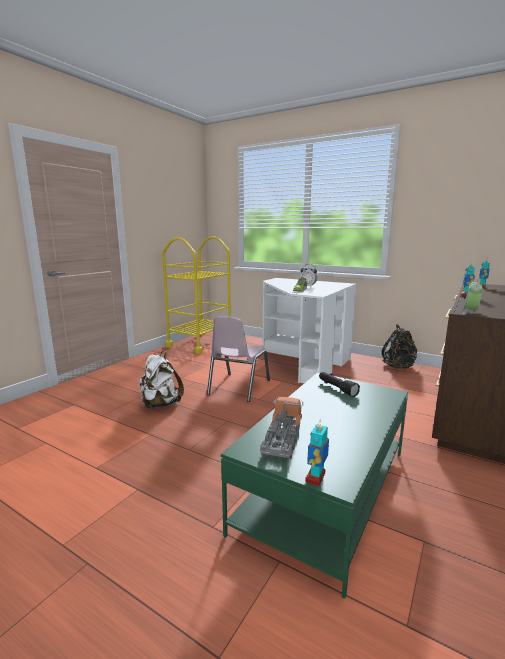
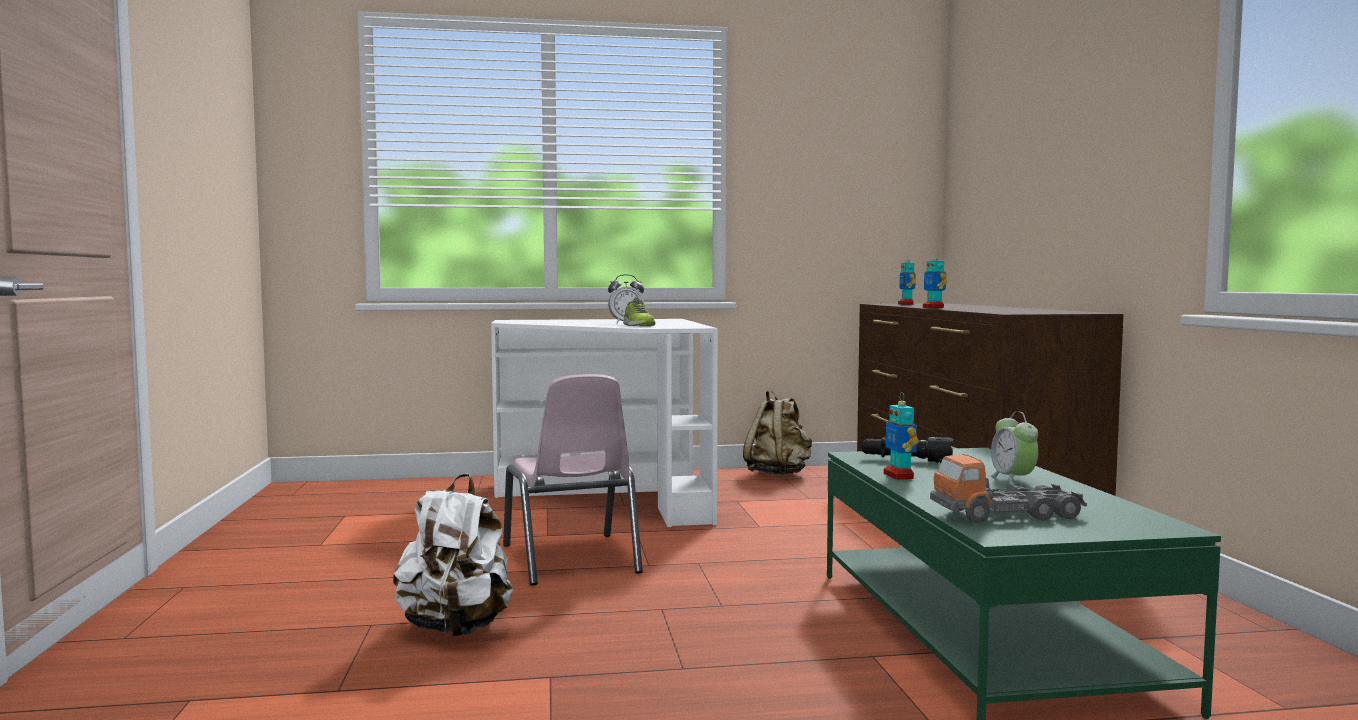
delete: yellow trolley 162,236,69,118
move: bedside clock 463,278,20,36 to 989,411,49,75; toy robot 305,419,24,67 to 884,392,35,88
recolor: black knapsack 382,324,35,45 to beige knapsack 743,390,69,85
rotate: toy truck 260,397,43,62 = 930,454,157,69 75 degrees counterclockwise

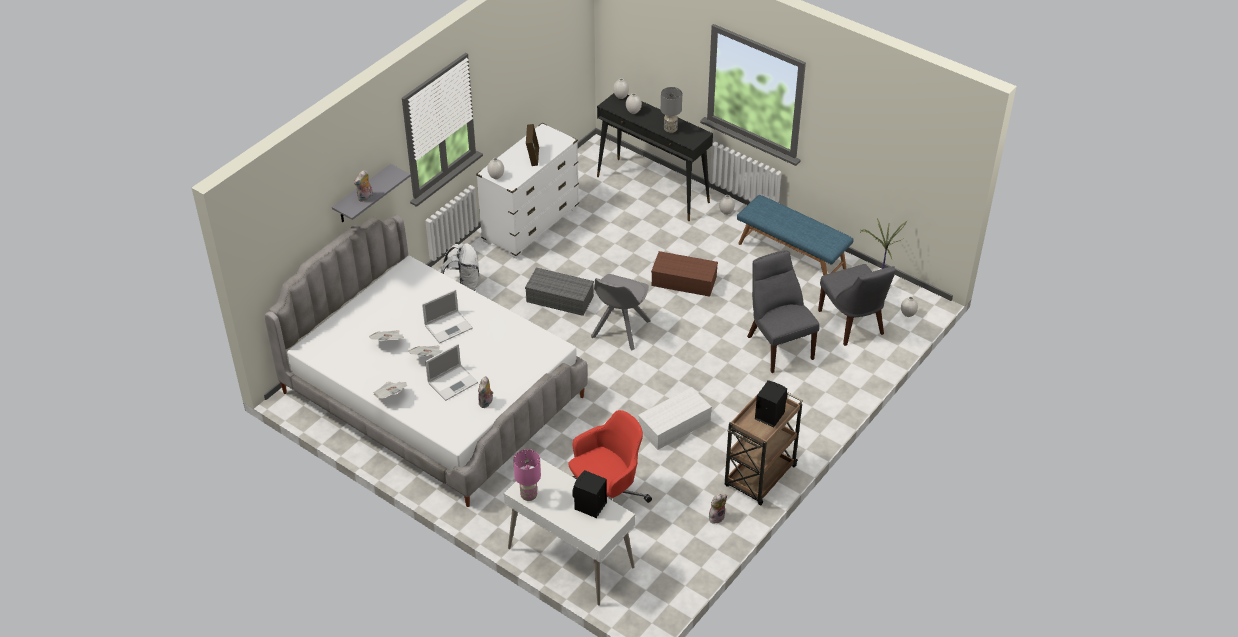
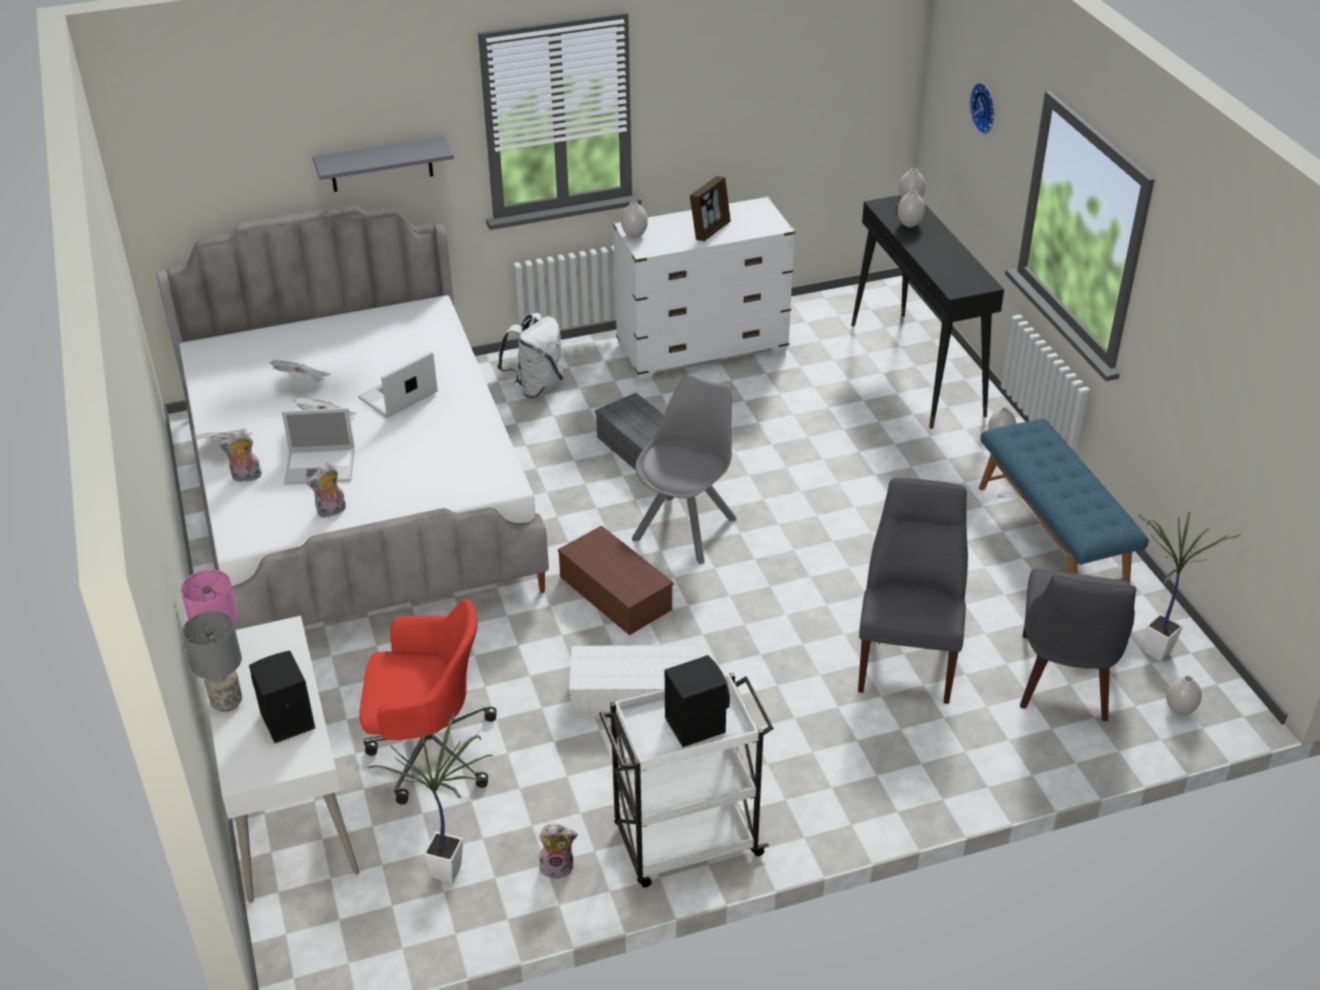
insert: clock on the wall 970,83,25,52; potted plant 367,712,126,171
move: gray lamp for a table 661,87,21,46 to 182,611,60,101; soft toy 354,170,19,32 to 219,430,43,52; brown-coloured storage bin 651,251,67,46 to 558,525,115,110
recolor: brown-coloured trolley 725,392,78,113 to white trolley 599,672,175,215
rotate: gray plain chair 591,274,60,76 = 632,374,105,190 150 degrees clockwise; laptop 422,289,51,55 = 358,351,80,67 135 degrees clockwise

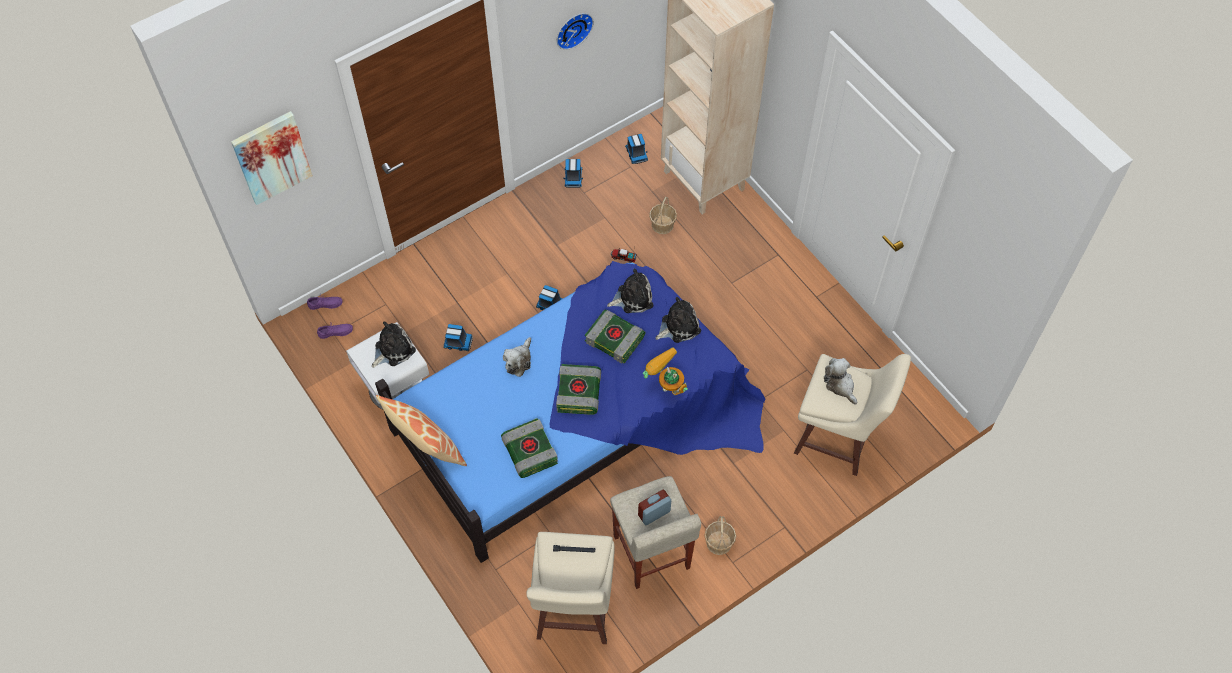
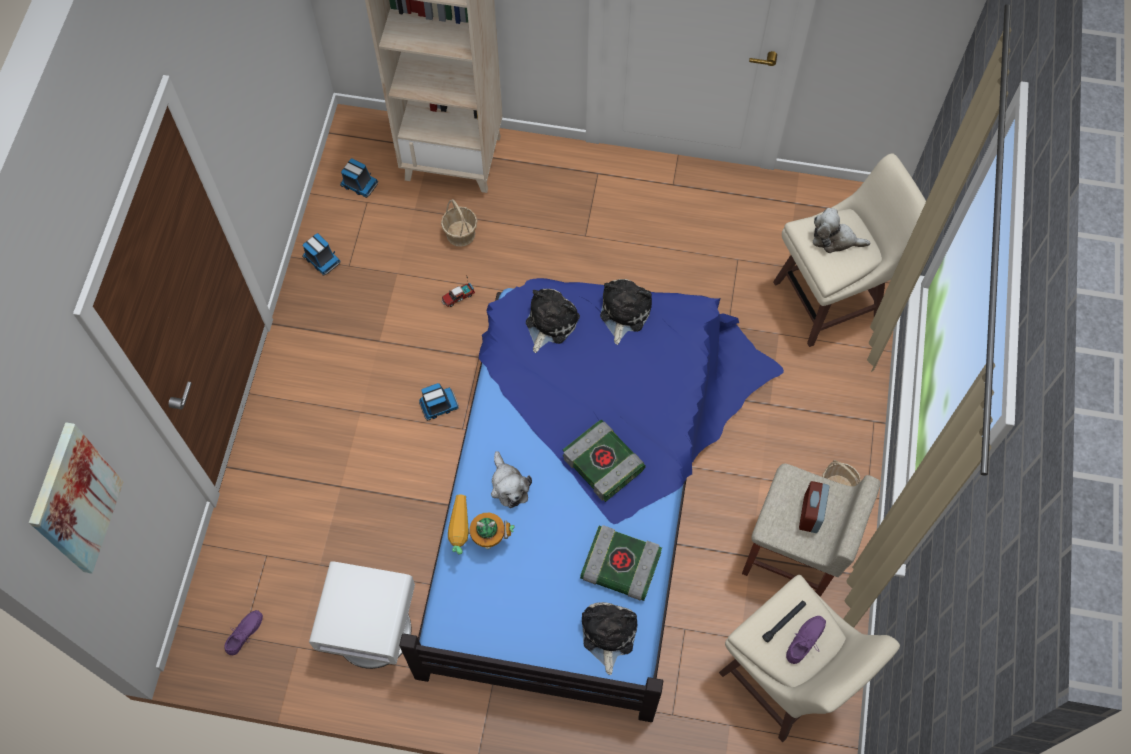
delete: clock on the wall 556,13,38,37; bound book 585,309,60,55; toy truck 443,324,30,27; pillow 376,395,91,71
move: purplish low shoe 307,294,36,16 to 786,616,40,48; soft toy 372,322,44,46 to 582,602,55,73; toy robot 643,347,45,48 to 448,495,67,60

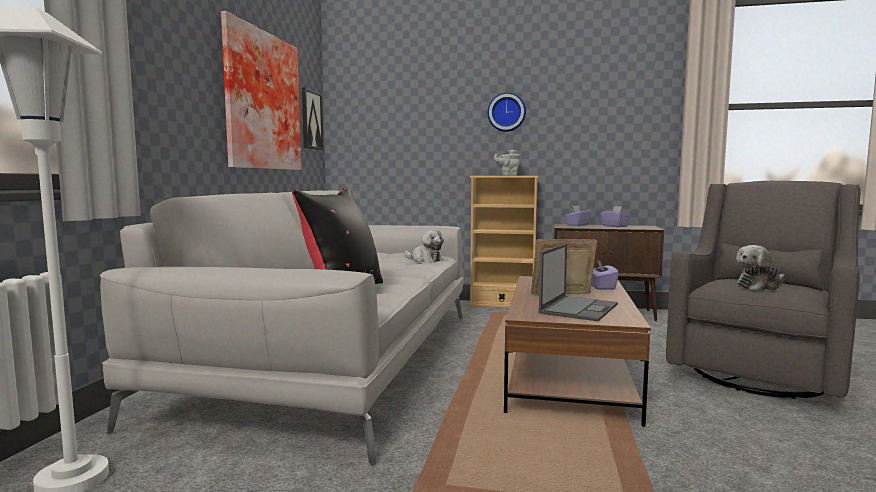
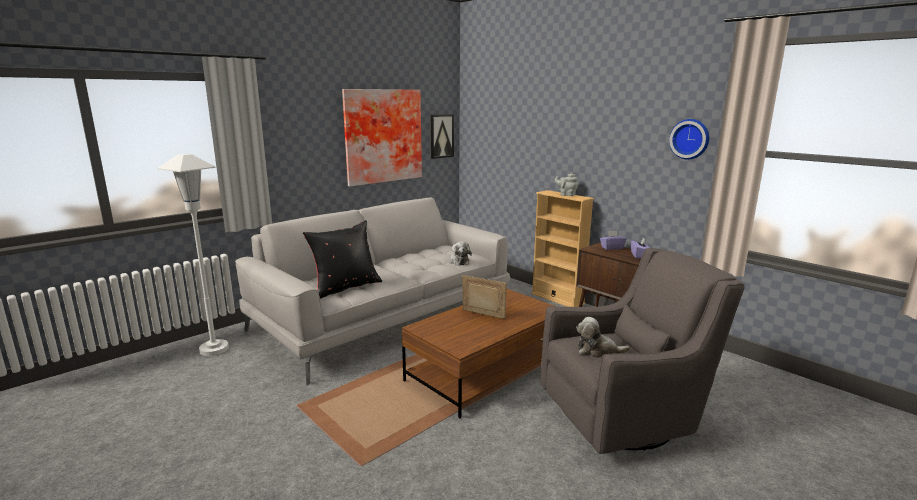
delete: laptop 539,244,79,77; purplish tissue holder 591,260,28,30
move: clock on the wall 488,93,38,39 to 669,119,40,41

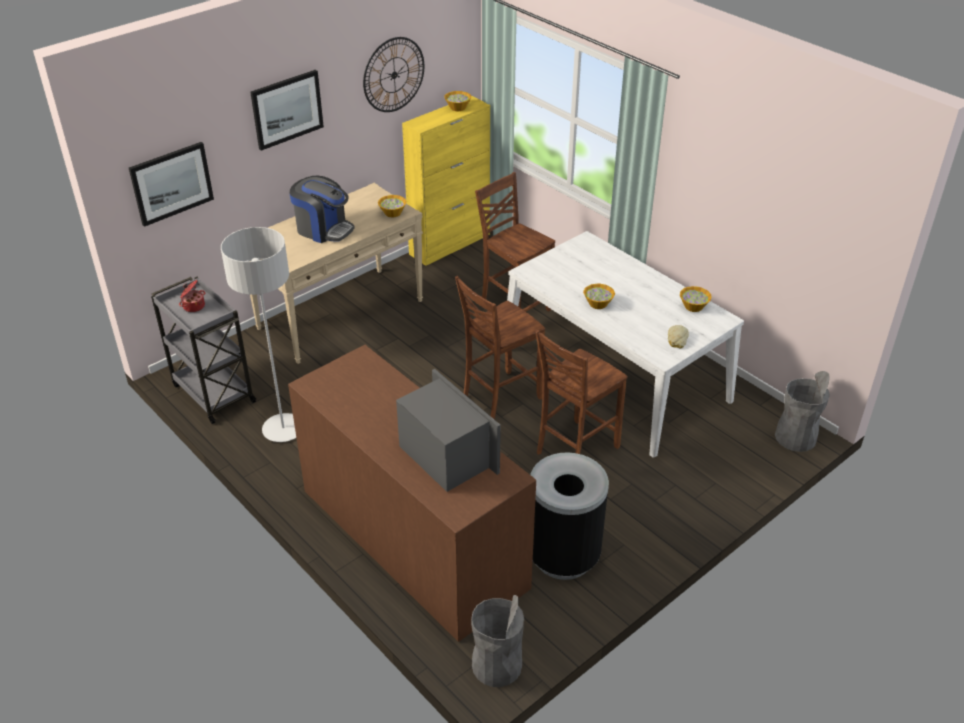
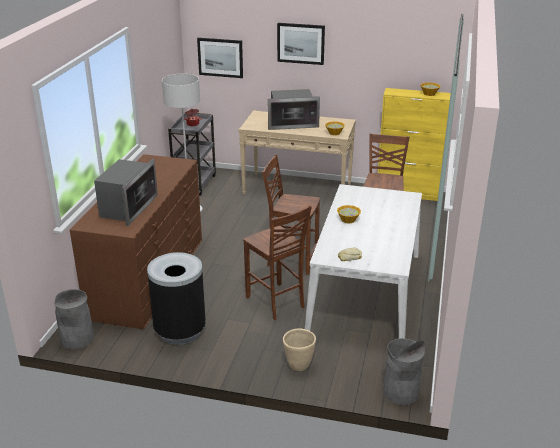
delete: clock on the wall 363,37,61,75; serving bowl 680,286,32,26
insert: beige plant pot 283,328,33,43
replace: coffee maker 289,176,66,67 to microwave oven 268,89,52,41
rotate: brown-coloured plain chair 535,330,92,125 = 243,205,69,115 135 degrees counterclockwise

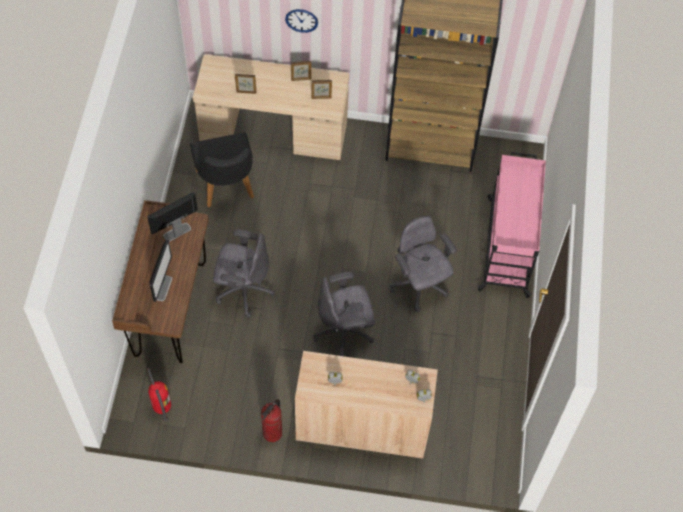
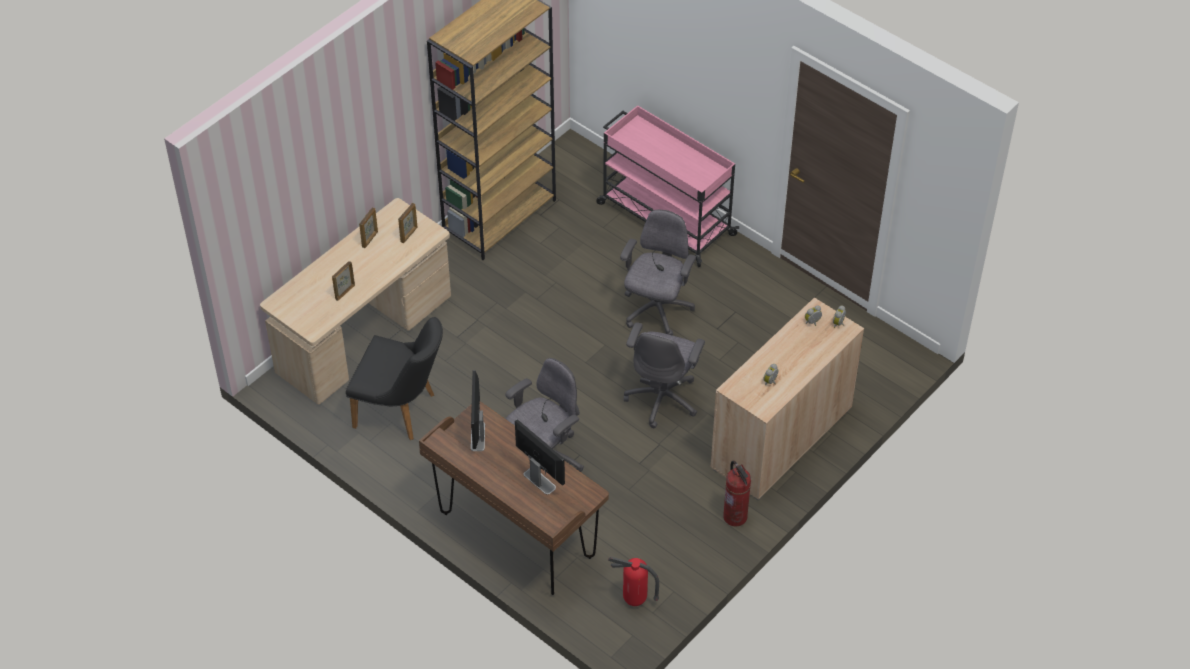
delete: clock on the wall 285,9,33,24
rotate: gray office chair 390,216,67,96 = 620,210,76,126 105 degrees clockwise

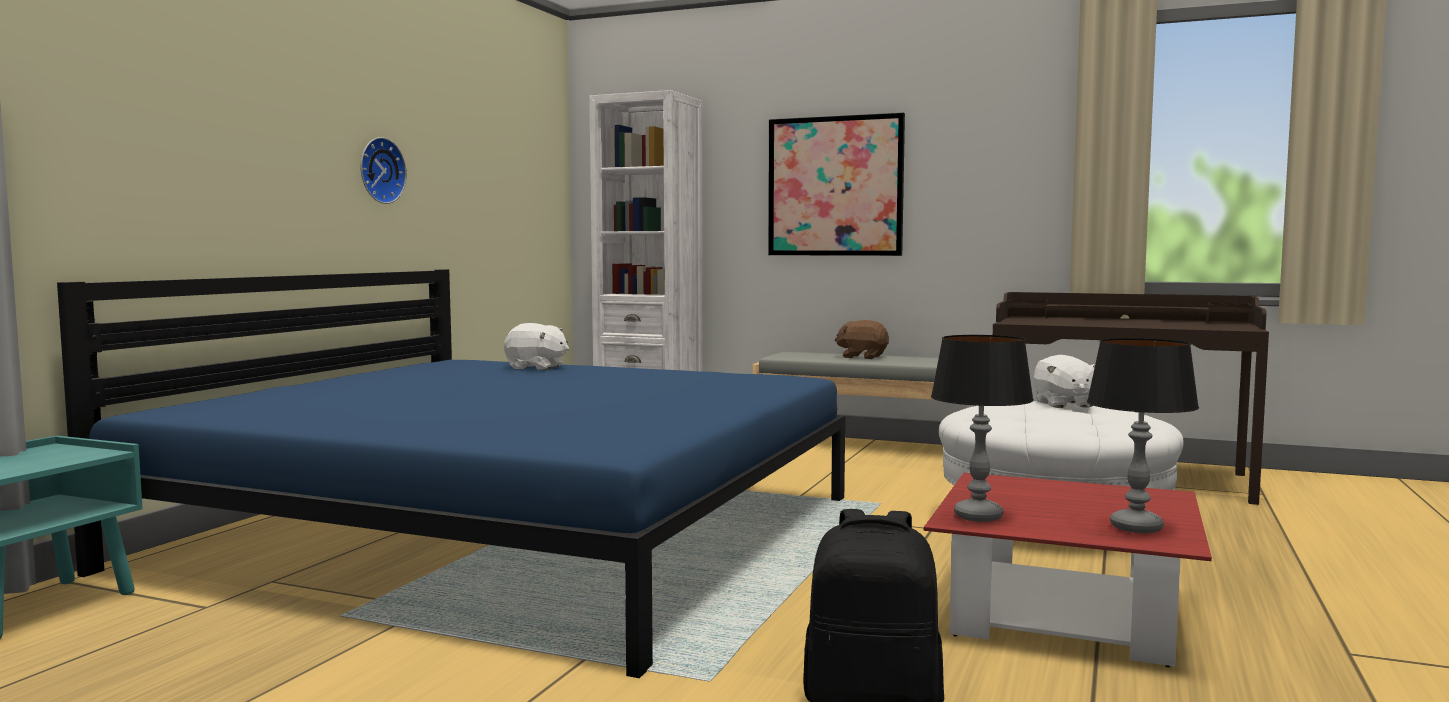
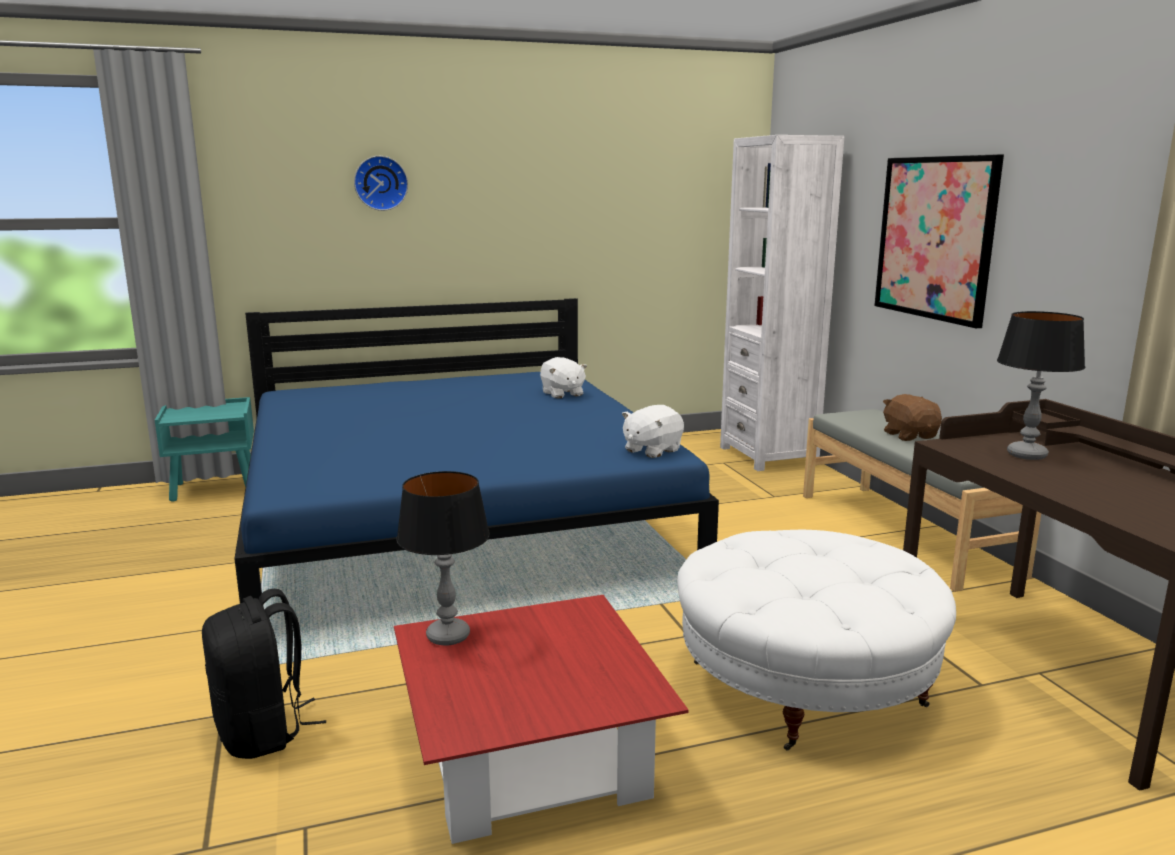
move: clock on the wall 361,137,46,67 to 354,156,54,55; lamp for a table 1087,338,112,195 to 997,311,88,149; white soft toy 1033,355,62,53 to 622,405,62,53

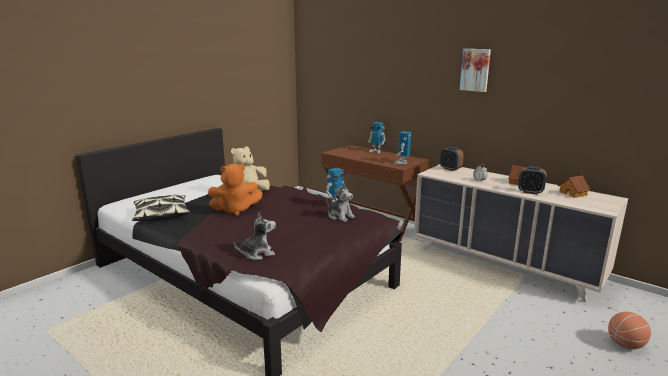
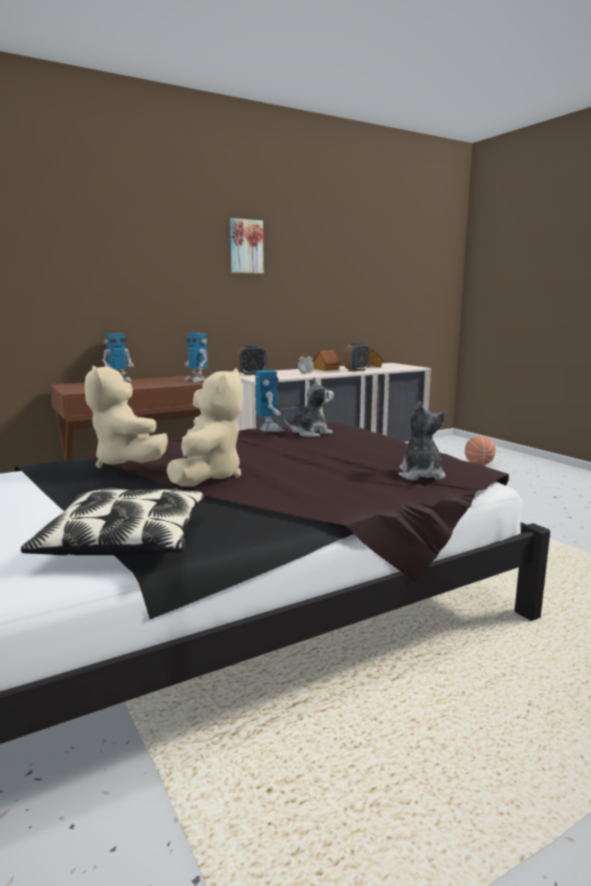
recolor: orange-coloured soft toy 208,164,55,52 to beige soft toy 167,368,76,119

